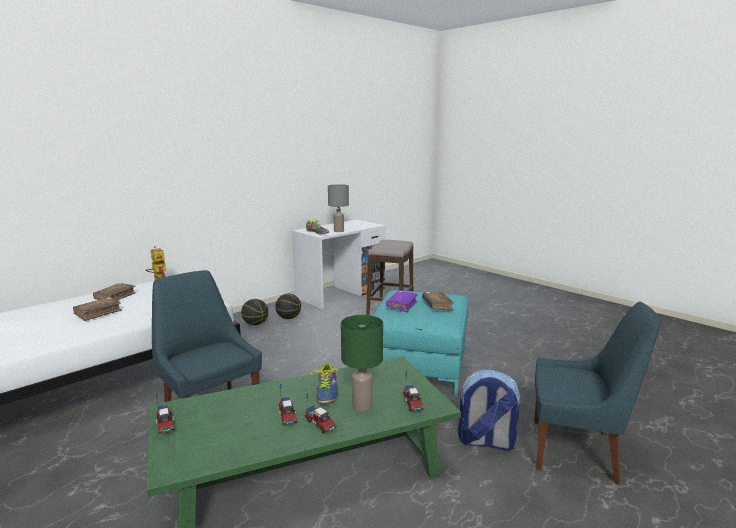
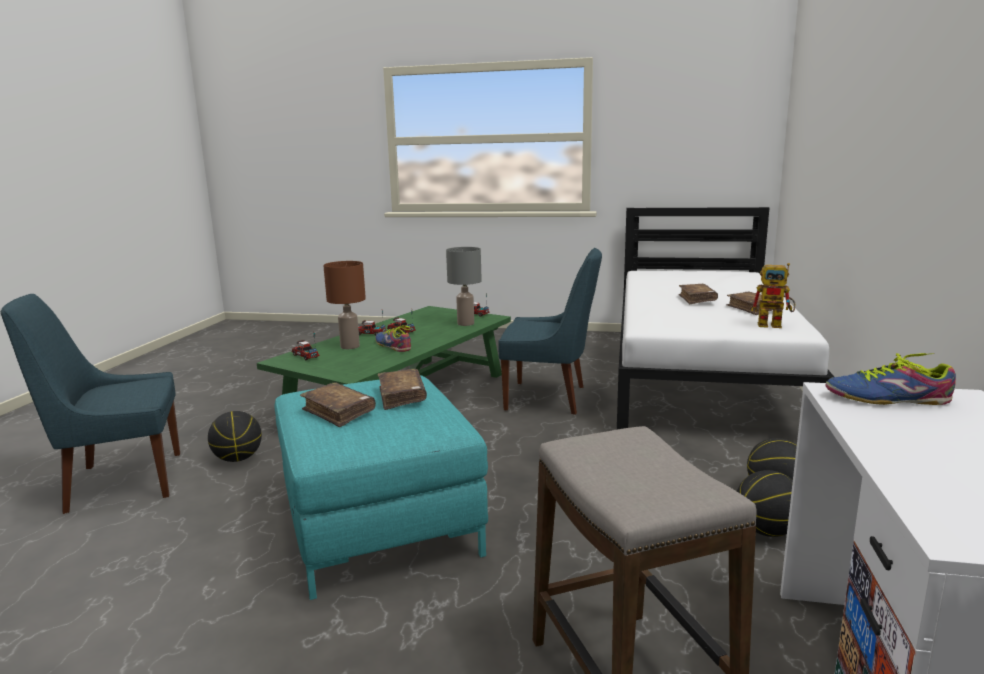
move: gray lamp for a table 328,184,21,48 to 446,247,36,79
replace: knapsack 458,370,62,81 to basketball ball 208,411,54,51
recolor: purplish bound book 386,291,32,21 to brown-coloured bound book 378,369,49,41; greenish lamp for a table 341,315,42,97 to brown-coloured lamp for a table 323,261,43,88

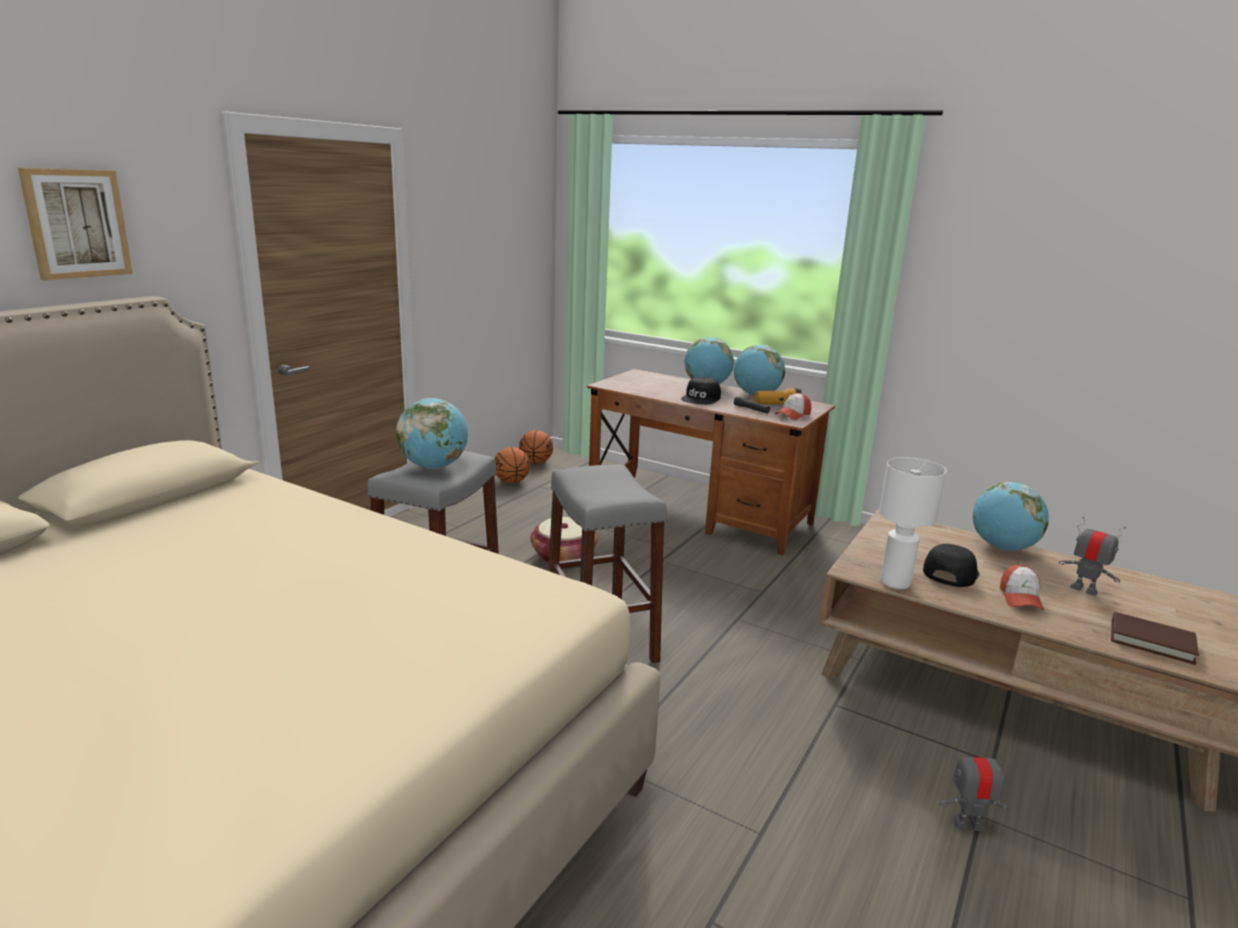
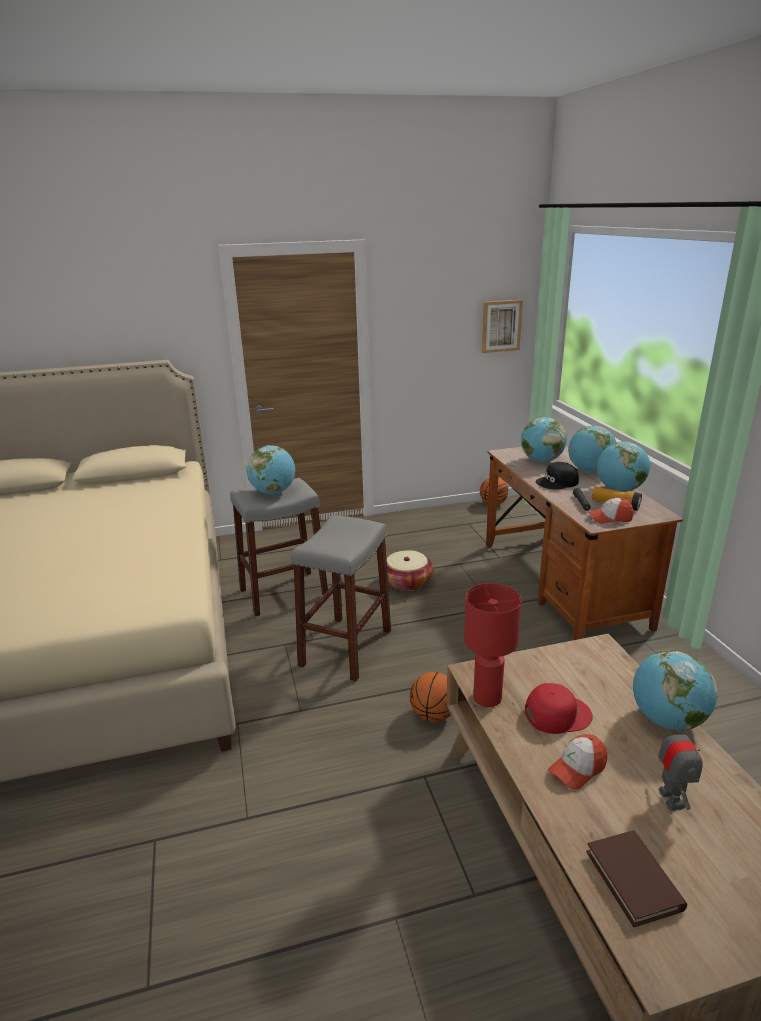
delete: toy robot 939,749,71,82
insert: globe 521,417,46,45
move: wall picture 18,168,115,112 to 482,300,41,53; basketball ball 495,447,35,36 to 410,672,41,50
recolor: white lamp for a table 879,457,68,132 to reddish lamp for a table 464,583,58,124; black baseball cap 923,544,56,43 to reddish baseball cap 525,683,68,51

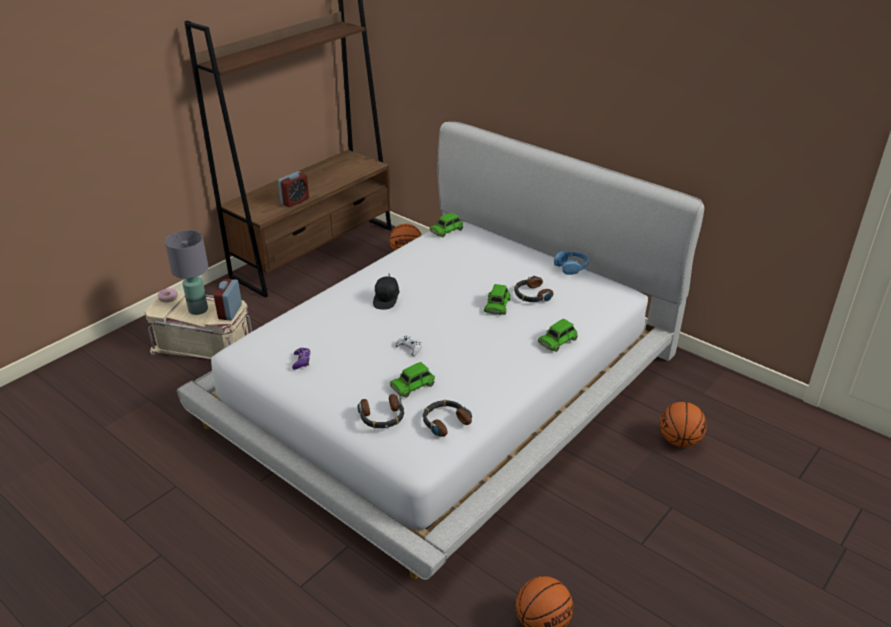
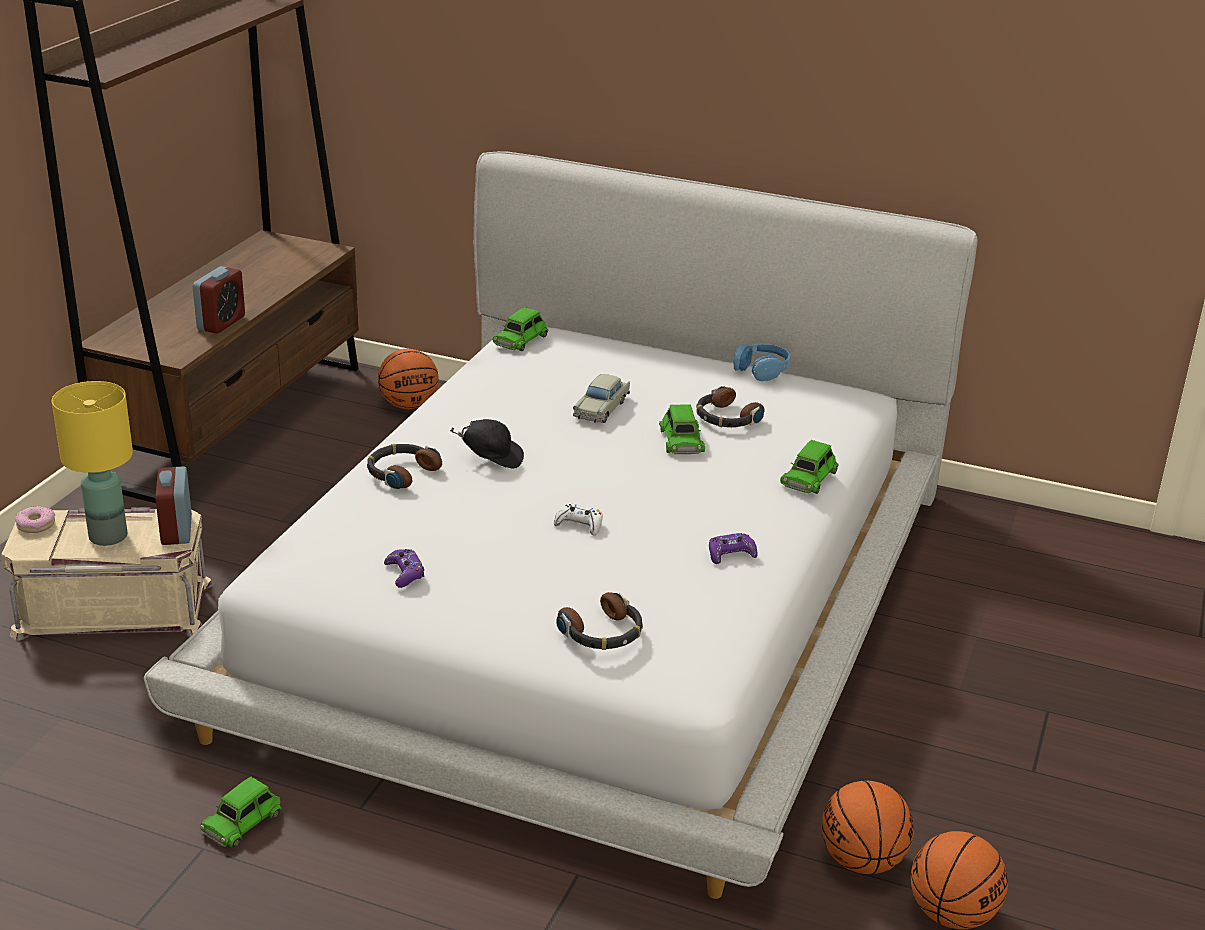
insert: beige model car 573,374,57,49; purplish game controller 709,533,49,31
move: greenish model car 390,362,45,36 to 200,777,82,70; headphones 423,400,49,37 to 367,444,75,46; basketball ball 660,402,47,45 to 821,781,93,93
recolor: gray lamp for a table 165,230,43,85 to yellow lamp for a table 52,381,81,165
rotate: black baseball cap 373,274,27,36 = 450,419,74,49 75 degrees counterclockwise

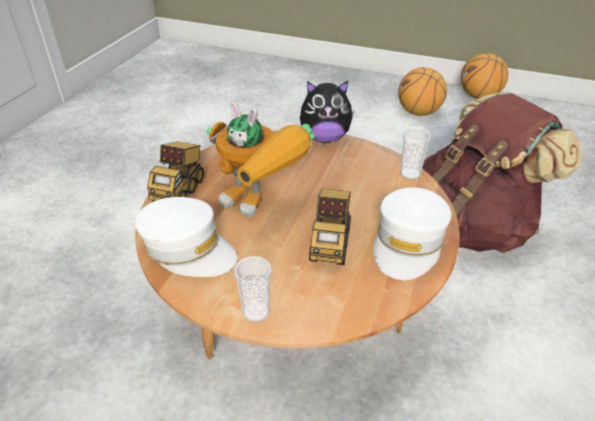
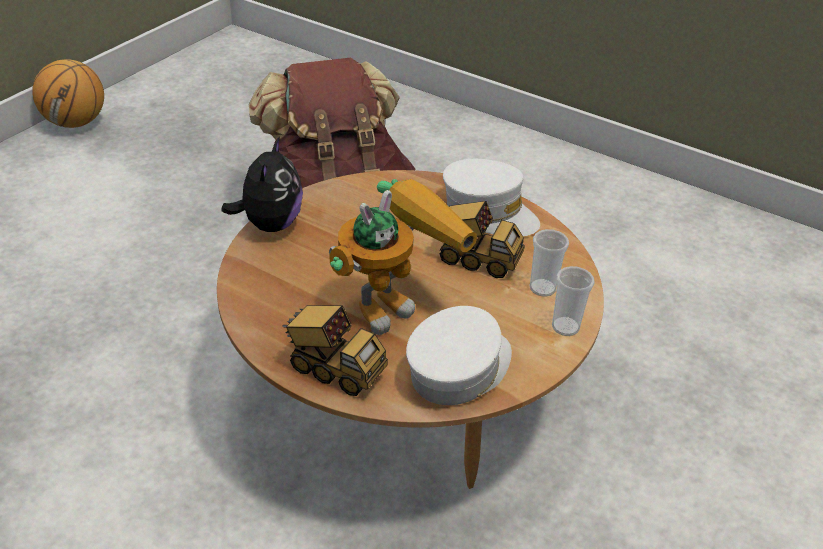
delete: basketball ball 398,67,49,49
move: cup 400,127,31,53 to 530,229,39,68

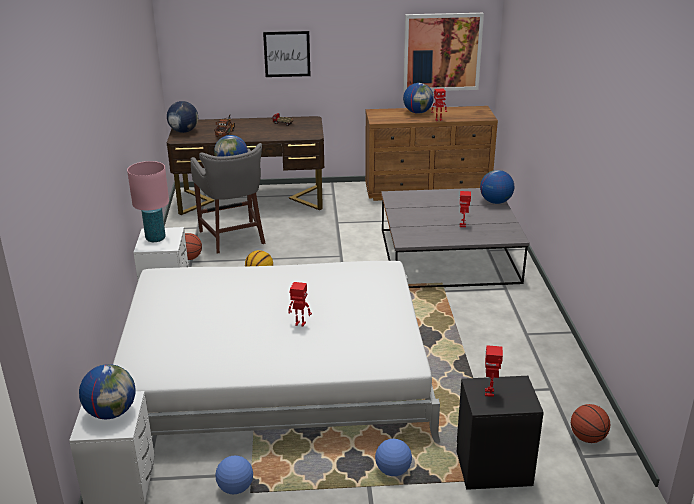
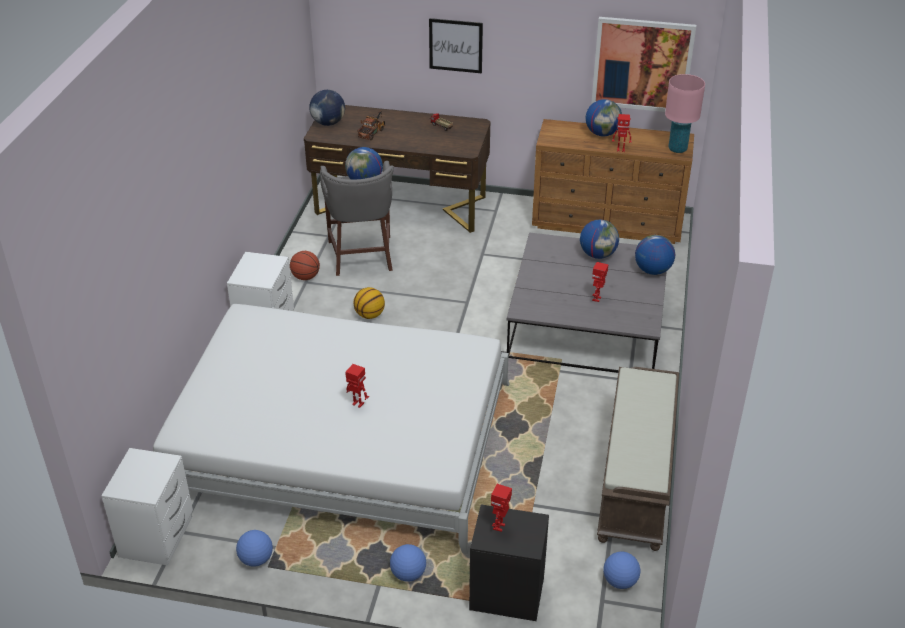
insert: brown-coloured long seat 597,367,82,184
move: pink lamp for a table 127,161,42,81 to 665,74,40,79; globe 79,364,57,55 to 580,220,39,39
replace: basketball ball 571,404,39,39 to football ball 603,552,37,37

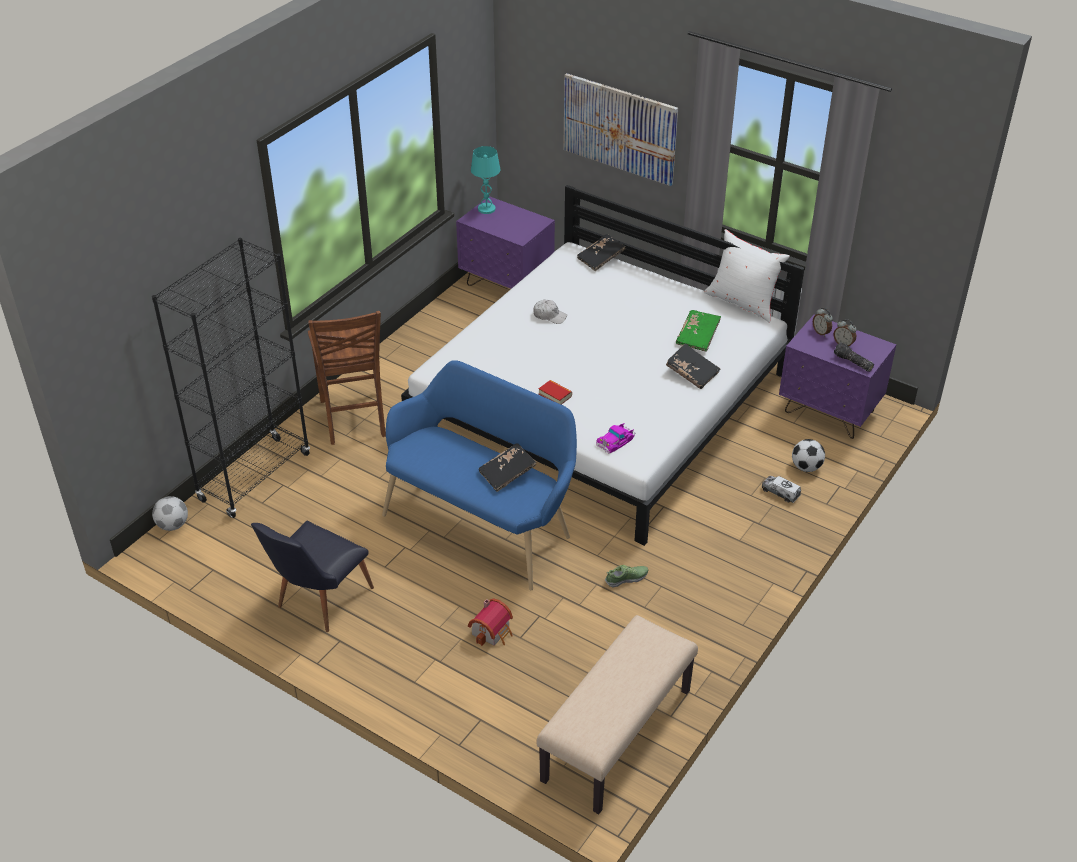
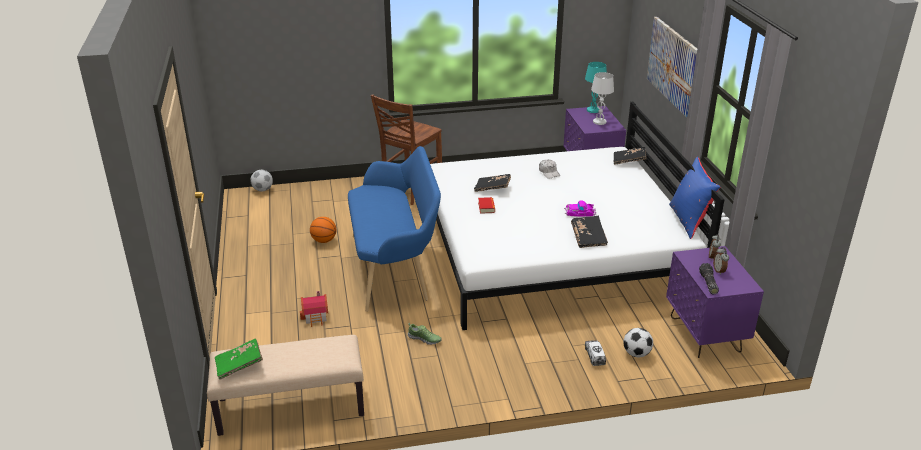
delete: black shelving unit 152,238,158,280; black plain chair 251,521,123,111
insert: white lamp for a table 591,72,23,53; basketball ball 310,217,26,26
move: greenish bound book 676,310,45,42 to 215,339,48,41; model car 596,423,39,31 to 564,200,33,17; black bound book 479,443,58,49 to 474,174,37,18
recolor: white pillow 704,229,86,94 to bluish pillow 669,157,51,82

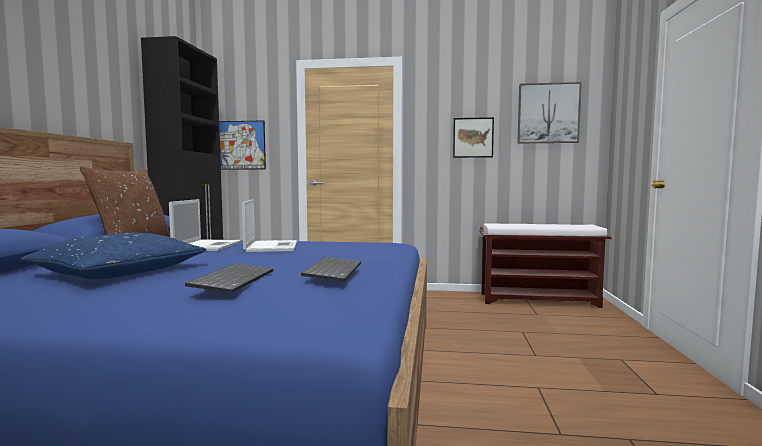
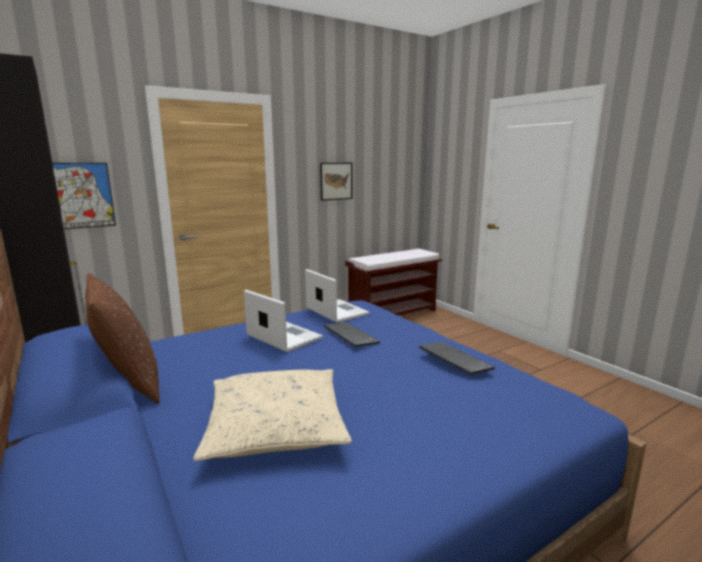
delete: wall picture 517,82,65,61
move: laptop 169,199,72,52 to 305,269,65,54; PC keyboard 185,263,88,30 to 324,322,56,25
recolor: bluish pillow 21,233,185,46 to beige pillow 193,369,159,92

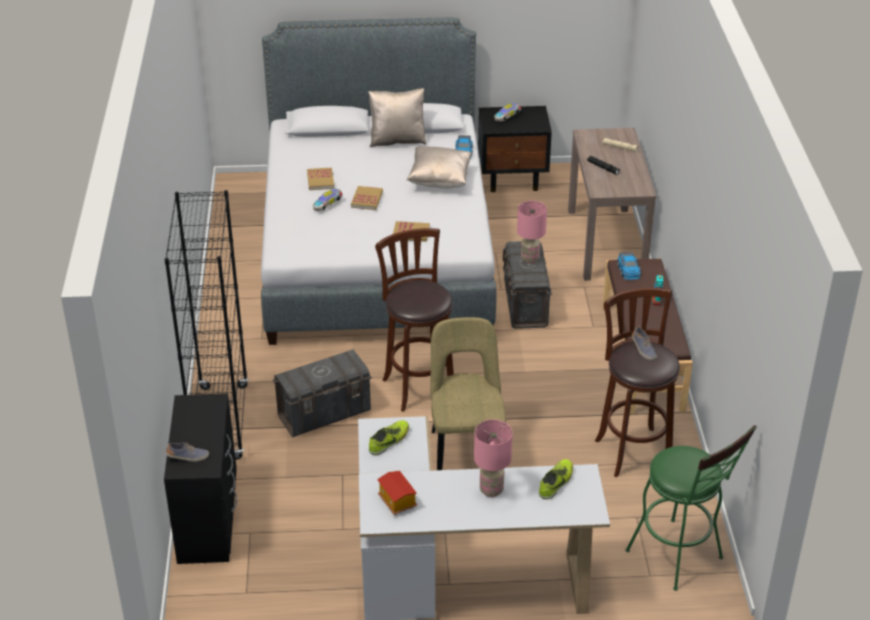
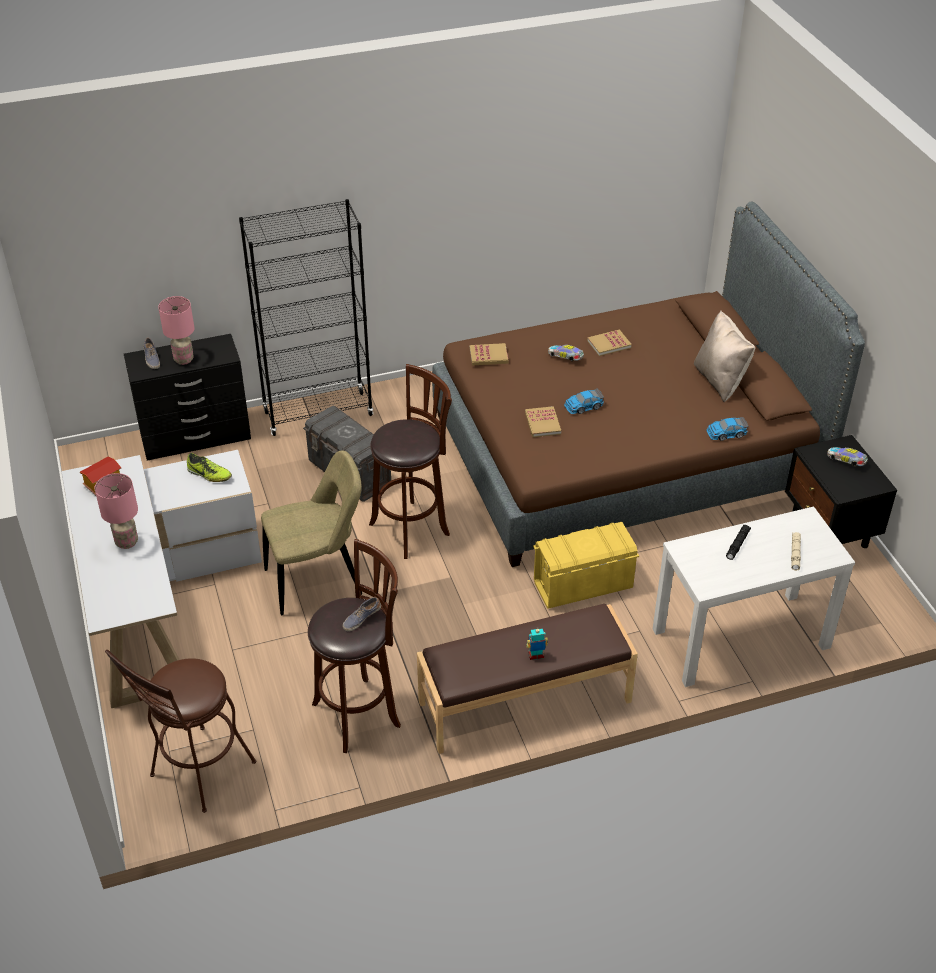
delete: beige pillow 406,146,66,43; low shoe 539,459,34,40
move: bound book 351,186,32,24 to 470,343,38,22; pink lamp for a table 517,201,30,63 to 158,296,37,69; model car 617,252,24,28 to 564,389,40,25
recolor: gray bed 261,18,235,327 to brown-coloured bed 432,201,433,366; brown-coloured narrow table 568,128,89,153 to white narrow table 653,506,202,181; gray storage bin 503,241,49,88 to yellow storage bin 533,522,106,87; greenish stool 626,425,131,166 to brown-coloured stool 105,650,151,163

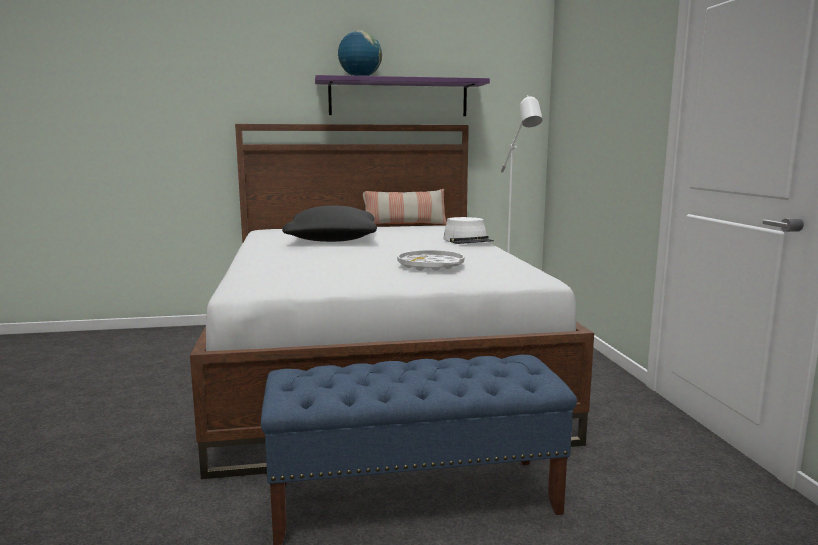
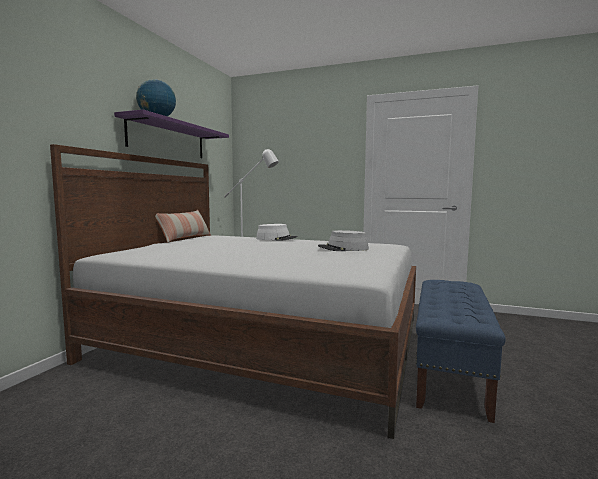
delete: black pillow 282,205,95,37
replace: white serving tray 397,250,67,21 to gray clothing hat 318,230,51,21

